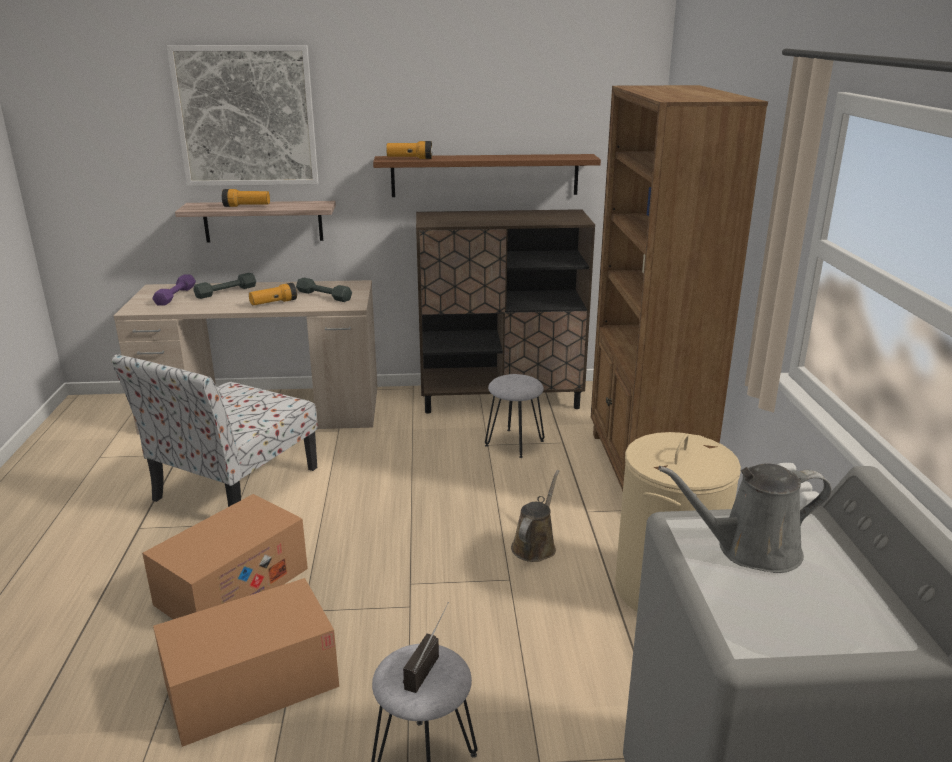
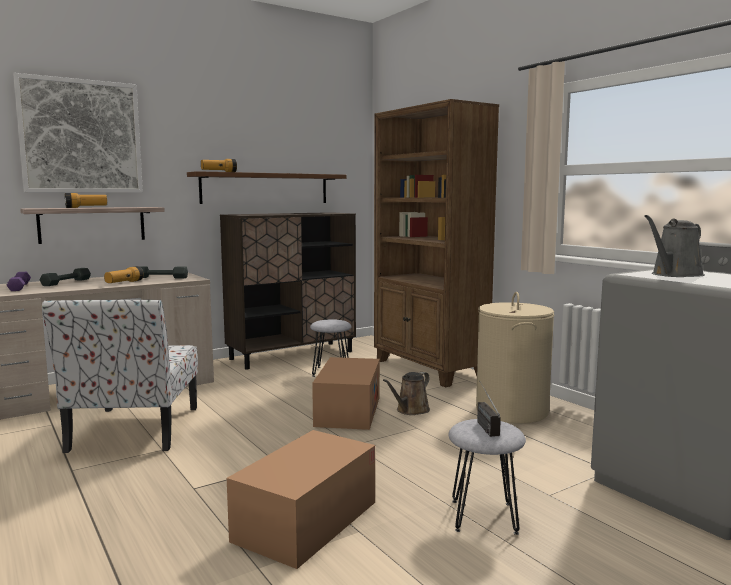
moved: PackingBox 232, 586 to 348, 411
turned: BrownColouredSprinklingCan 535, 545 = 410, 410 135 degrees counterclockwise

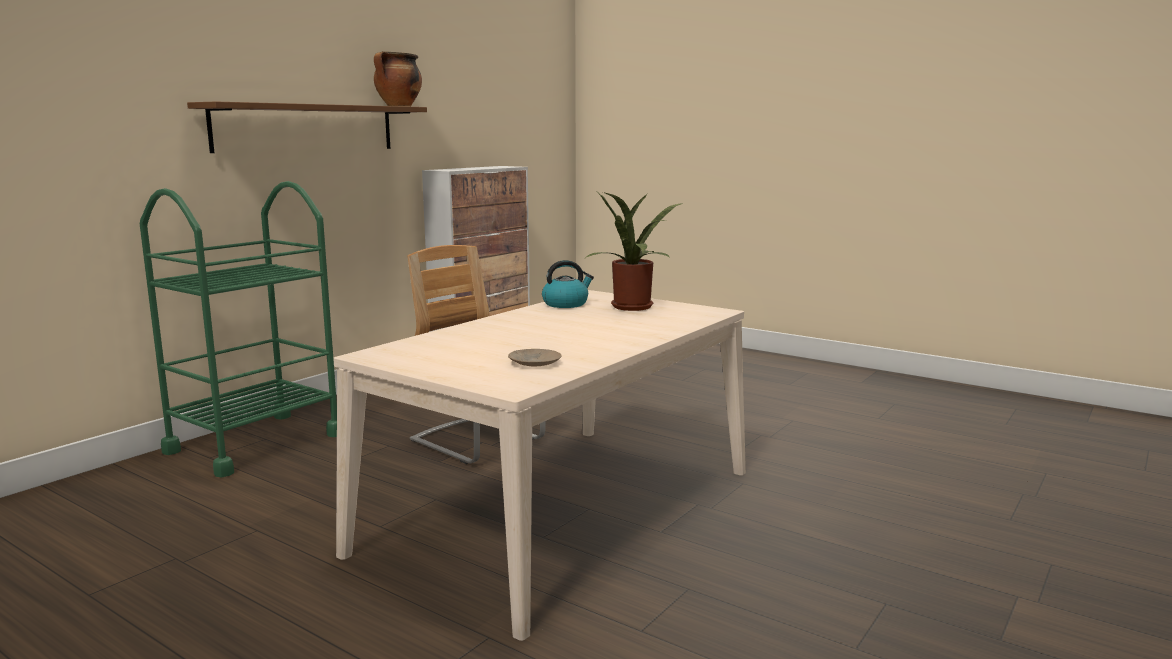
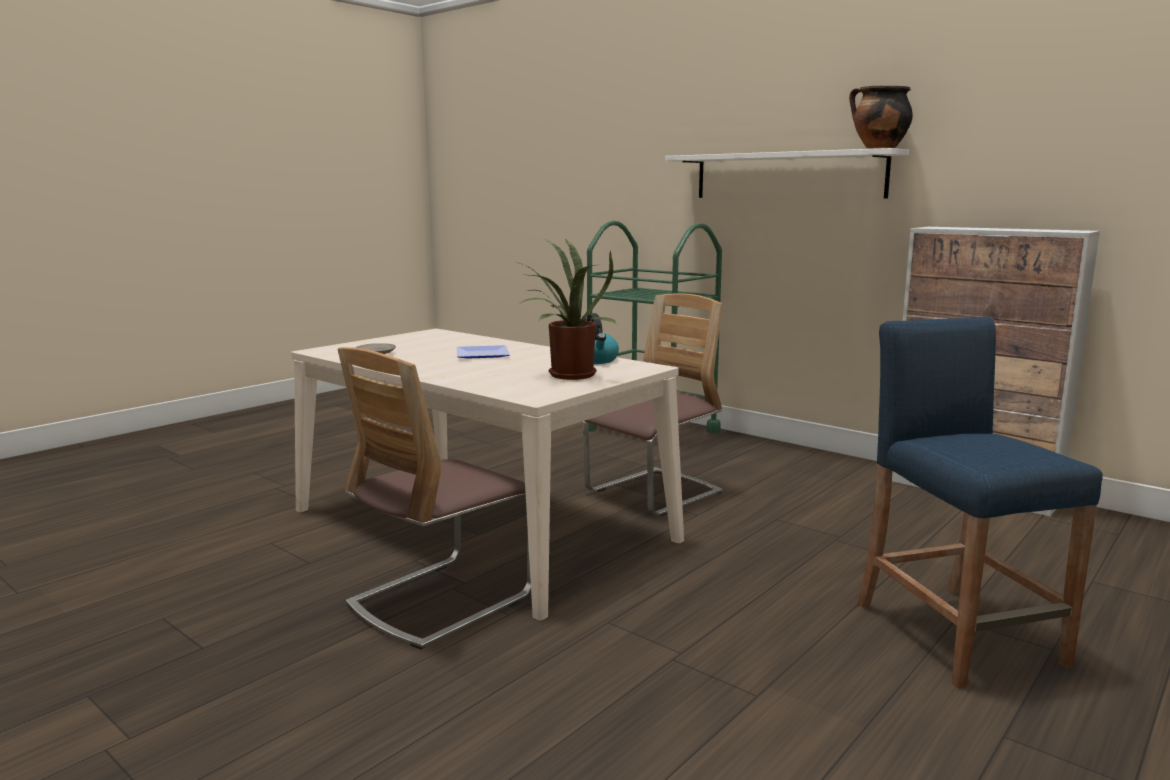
added: UprightChair 441, 600; Plate 484, 355; BluishSittingStool 957, 633
recoloured: BrownColouredBracketShelf 306, 128 to WhitishBracketShelf 787, 176

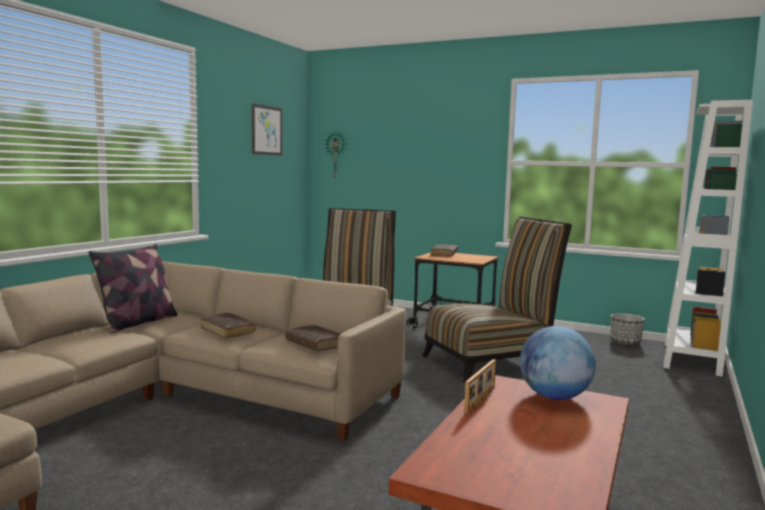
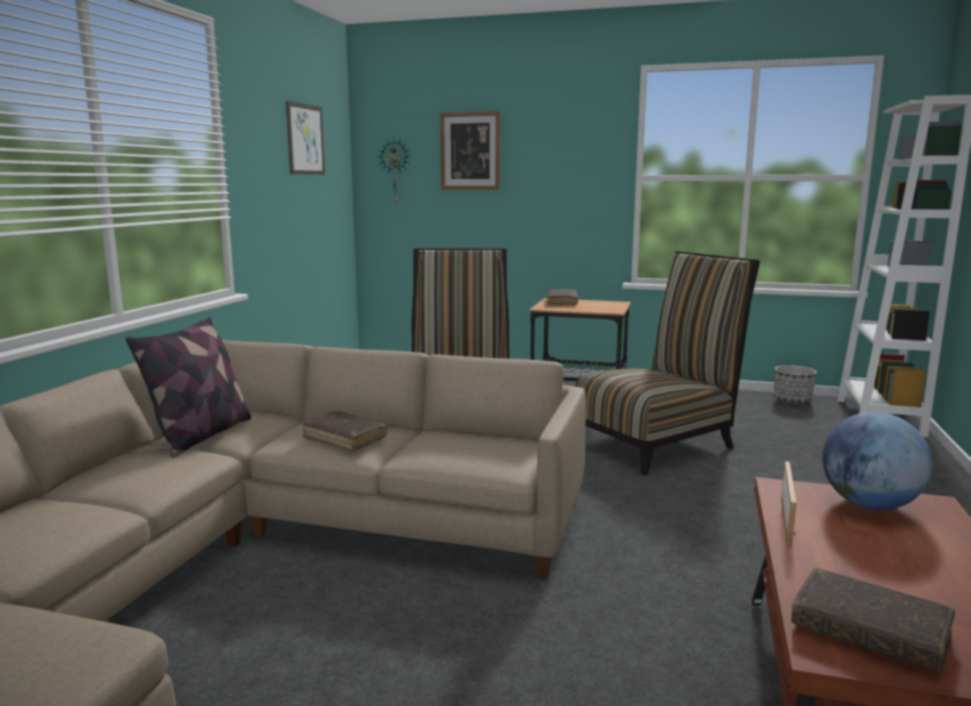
added: WallArt 470, 151
moved: BrownColouredBook 314, 344 to 869, 632

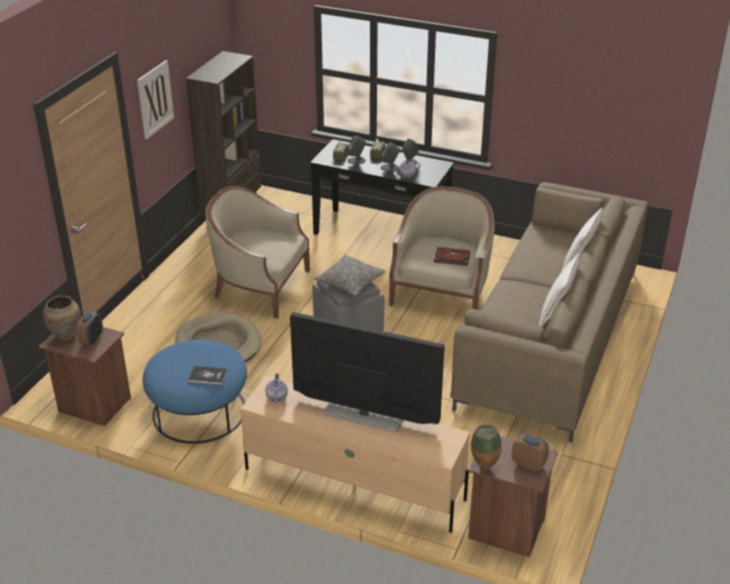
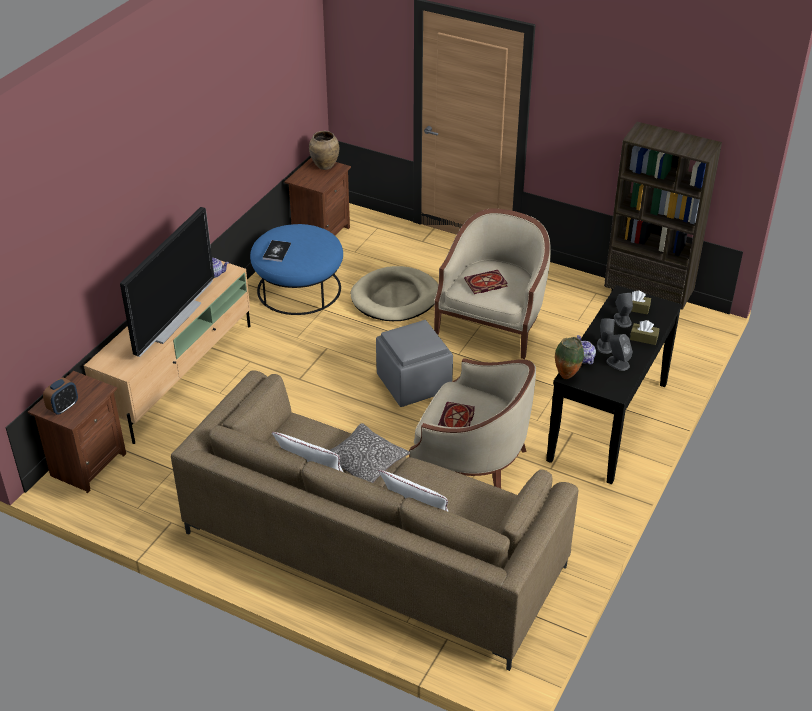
removed: BedsideClock 92, 339; WallArt 155, 99
added: Book 485, 284
moved: Cushion 350, 282 to 365, 462; DecorativeVase 483, 466 to 566, 376

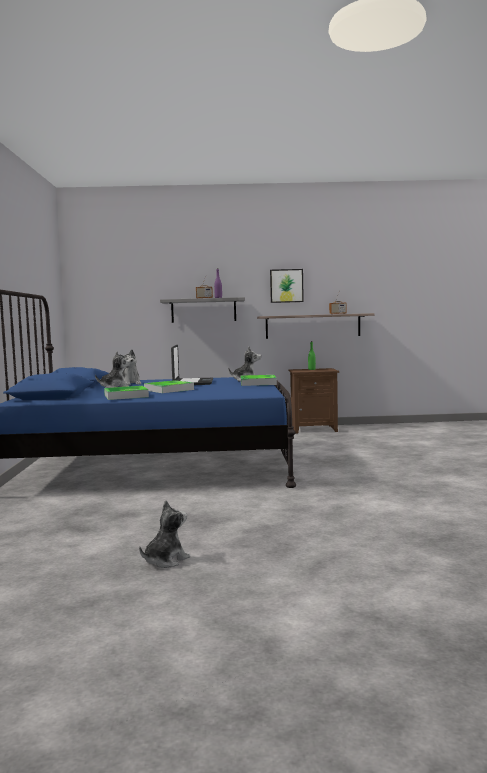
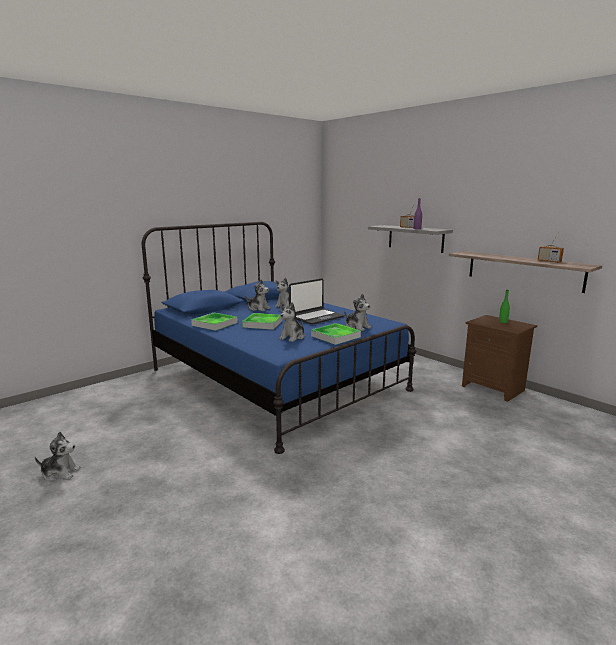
removed: WallArt 286, 286
added: CuddlyToy 292, 337

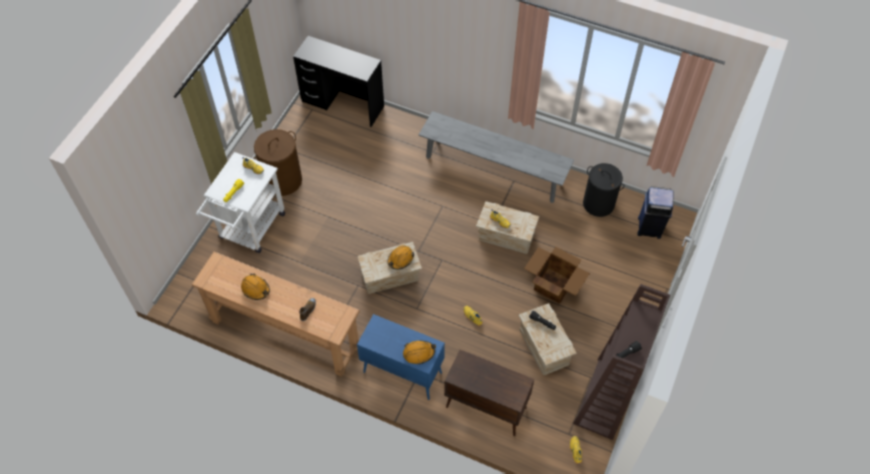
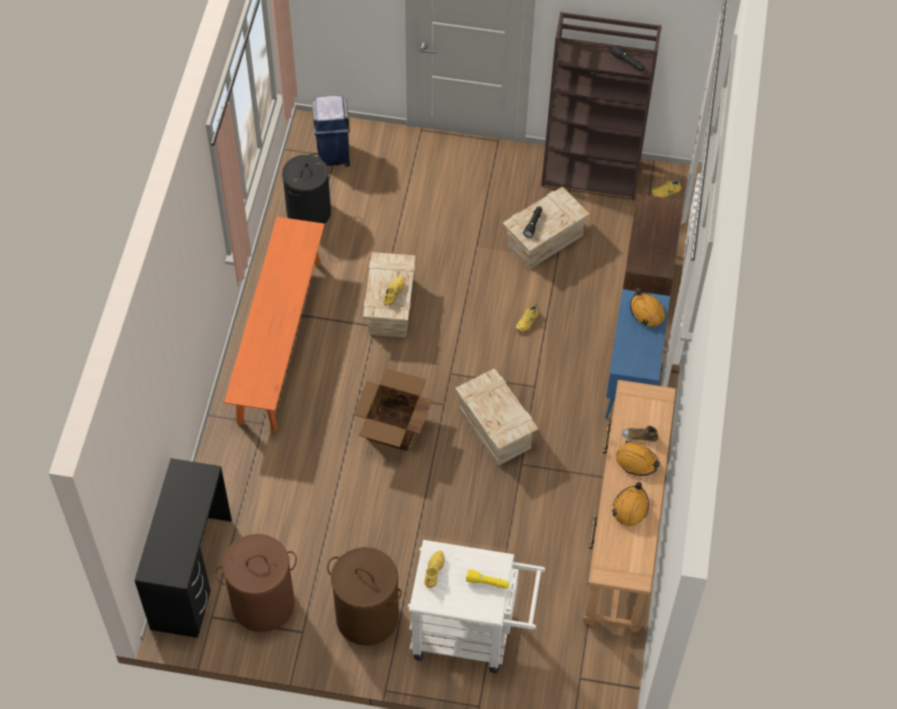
added: BrownColouredWashingBasket 263, 604
moved: OrangeColouredSafetyHelmet 400, 259 to 636, 461; PackingBox 553, 285 to 393, 428
recoloured: GreyIndoorBench 493, 170 to OrangeColouredIndoorBench 279, 341

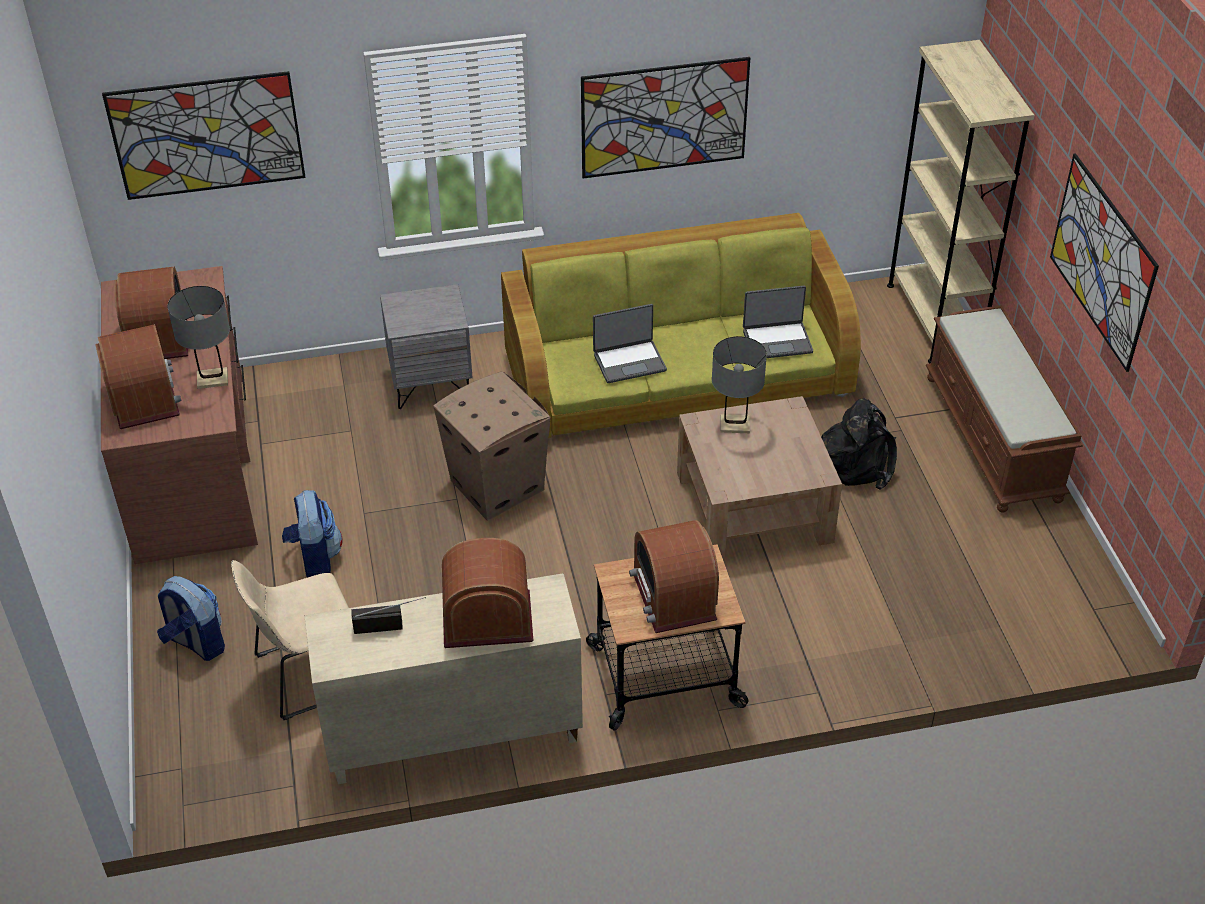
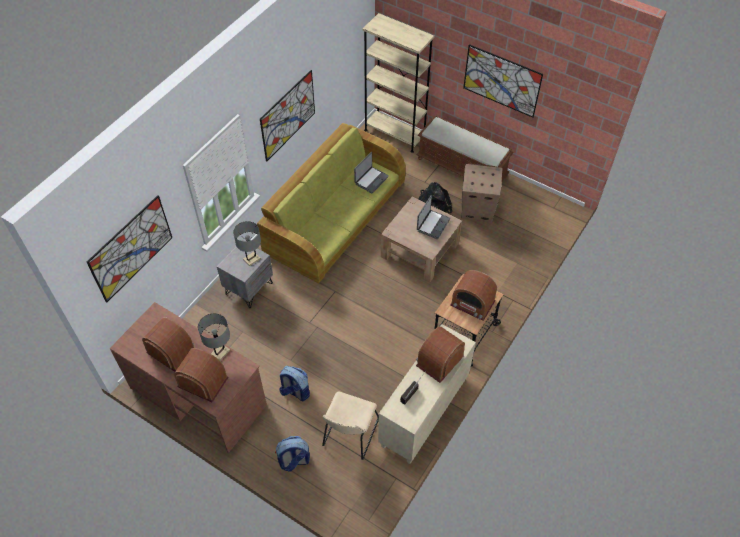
moved: PackingBox 496, 484 to 477, 209; Laptop 629, 361 to 432, 224; GreyTabletopLamp 735, 425 to 251, 259

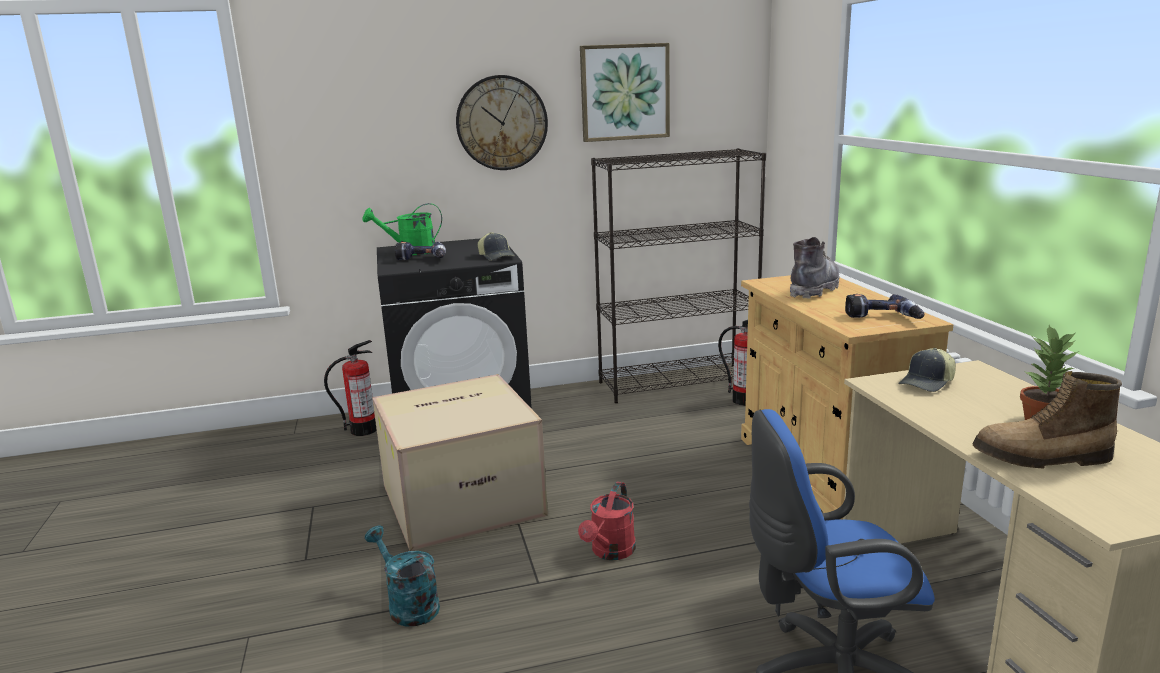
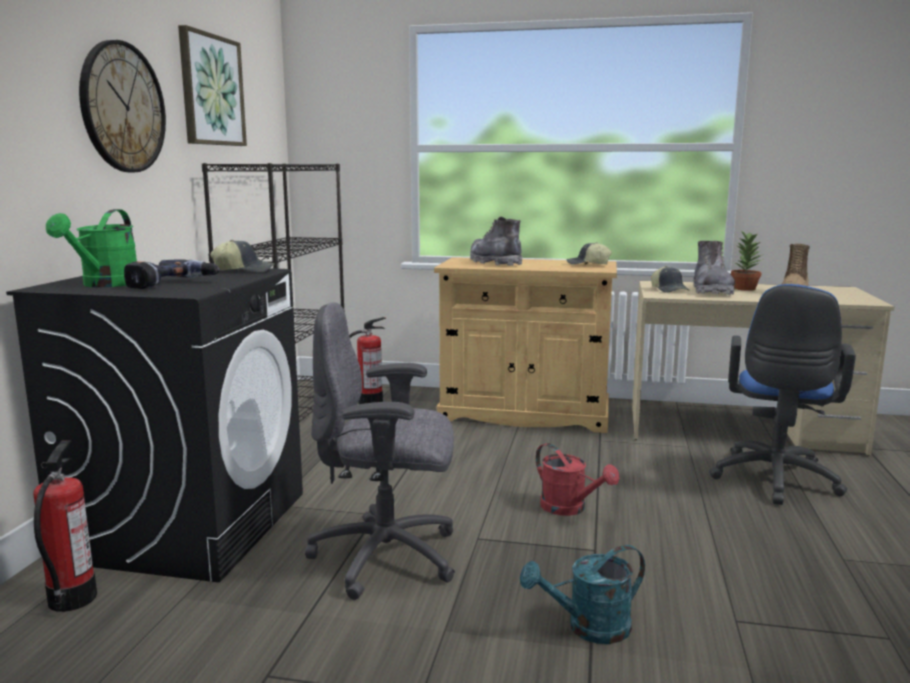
added: GreyTallBoot 711, 291
replaced: PackingBox 463, 498 to GreyComputerChair 388, 557; Drill 882, 319 to BaseballCap 587, 265

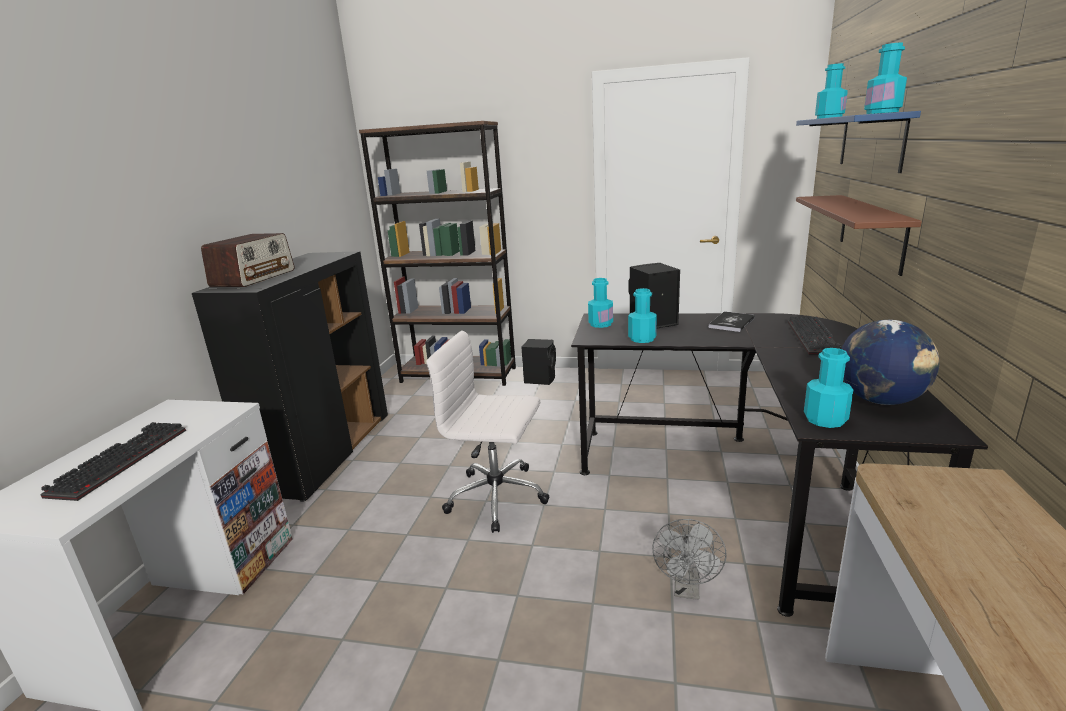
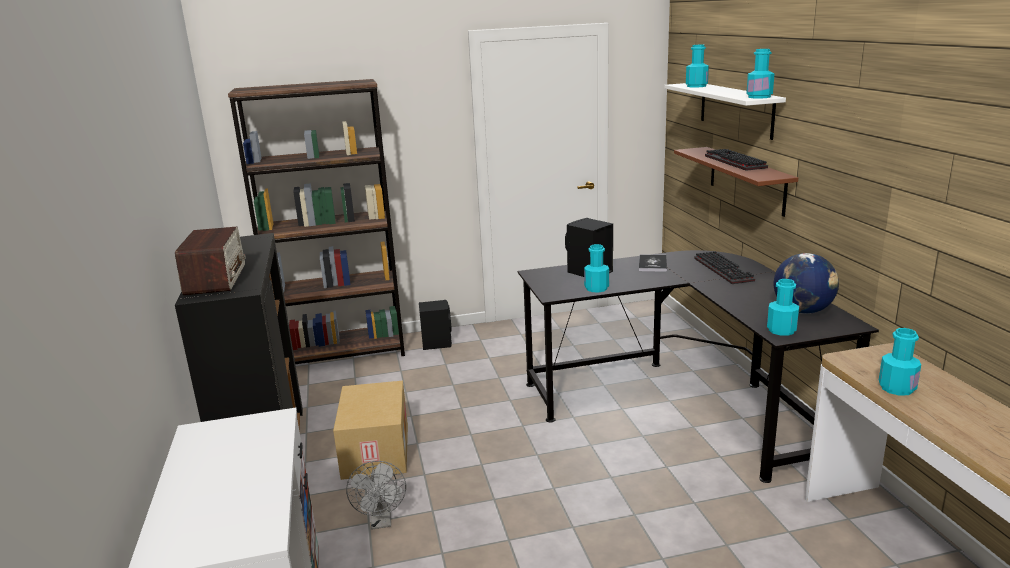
removed: WhitishComputerChair 498, 497
added: PackingBox 374, 451
moved: ComputerKeyboard 121, 460 to 732, 162; TurquoiseColouredDrinkBottle 600, 324 to 896, 388; GreyElectricFan 687, 589 to 381, 521
recoloured: BluishBracketShelf 871, 141 to WhitishBracketShelf 735, 109

